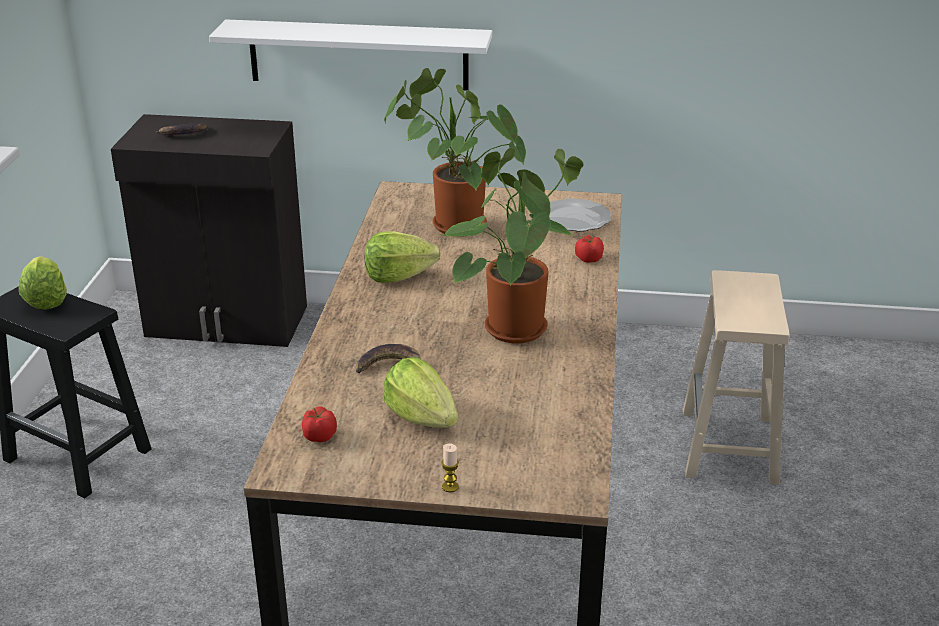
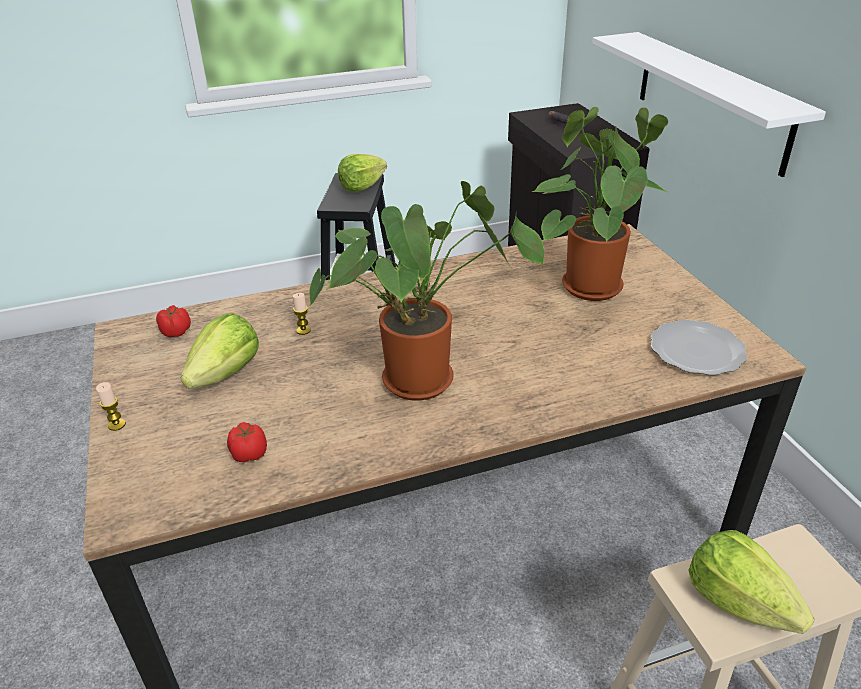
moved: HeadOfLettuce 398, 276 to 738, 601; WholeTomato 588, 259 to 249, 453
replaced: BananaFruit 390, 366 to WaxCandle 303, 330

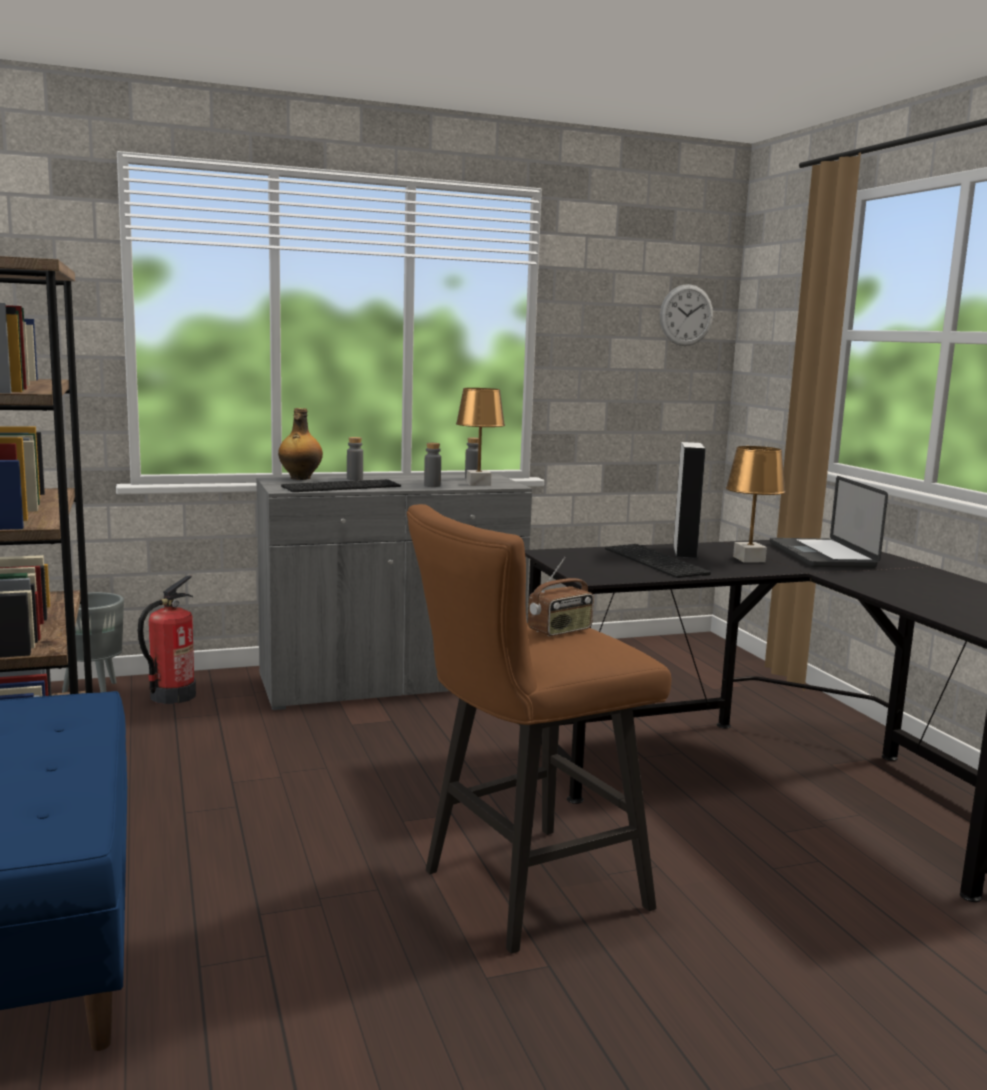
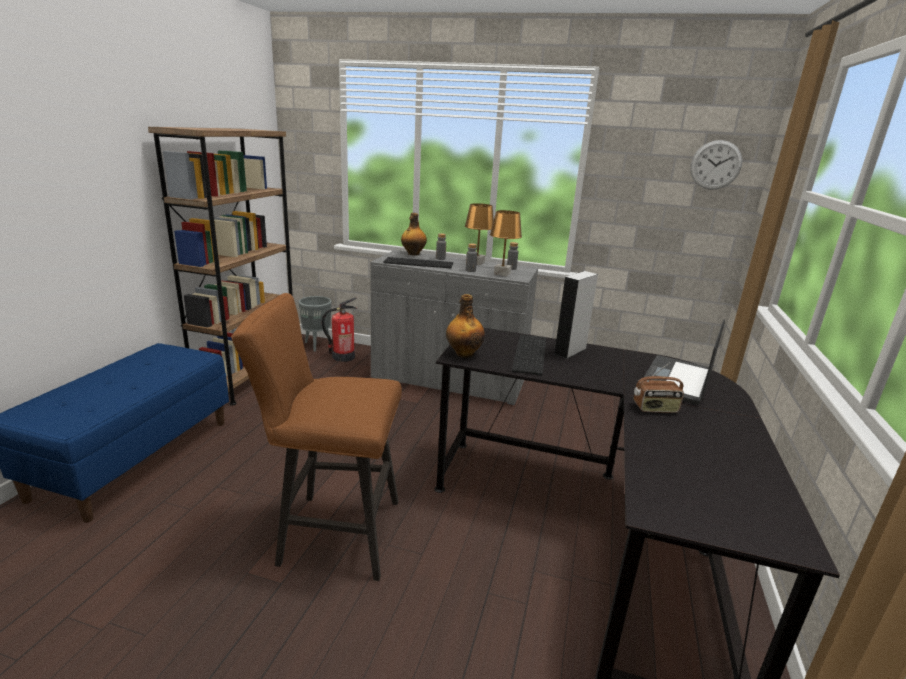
added: DrinkBottle 464, 354
moved: Radio 560, 631 to 655, 409; BrownColouredTabletopLamp 748, 559 to 476, 263

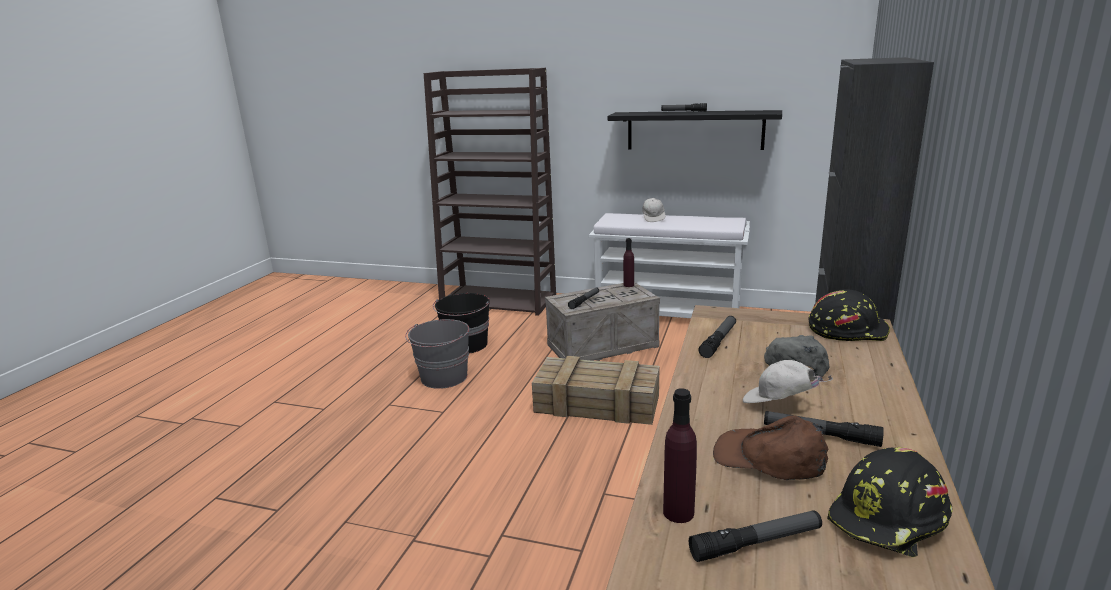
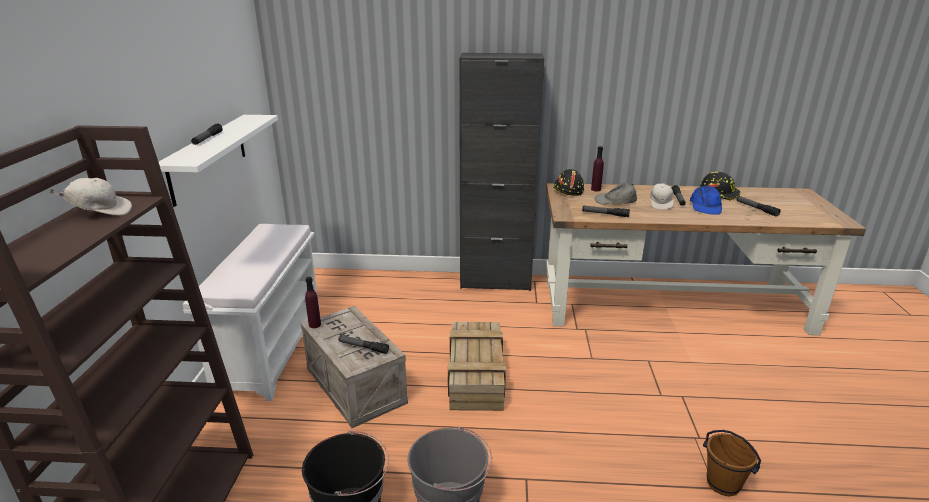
added: BrownColouredBucket 723, 484
moved: WhitishBaseballCap 653, 218 to 100, 212; PurpleDrinkBottle 678, 512 to 596, 189
recoloured: BlackishBracketShelf 694, 130 to WhitishBracketShelf 208, 157; BrownColouredBaseballCap 769, 458 to BluishBaseballCap 705, 206

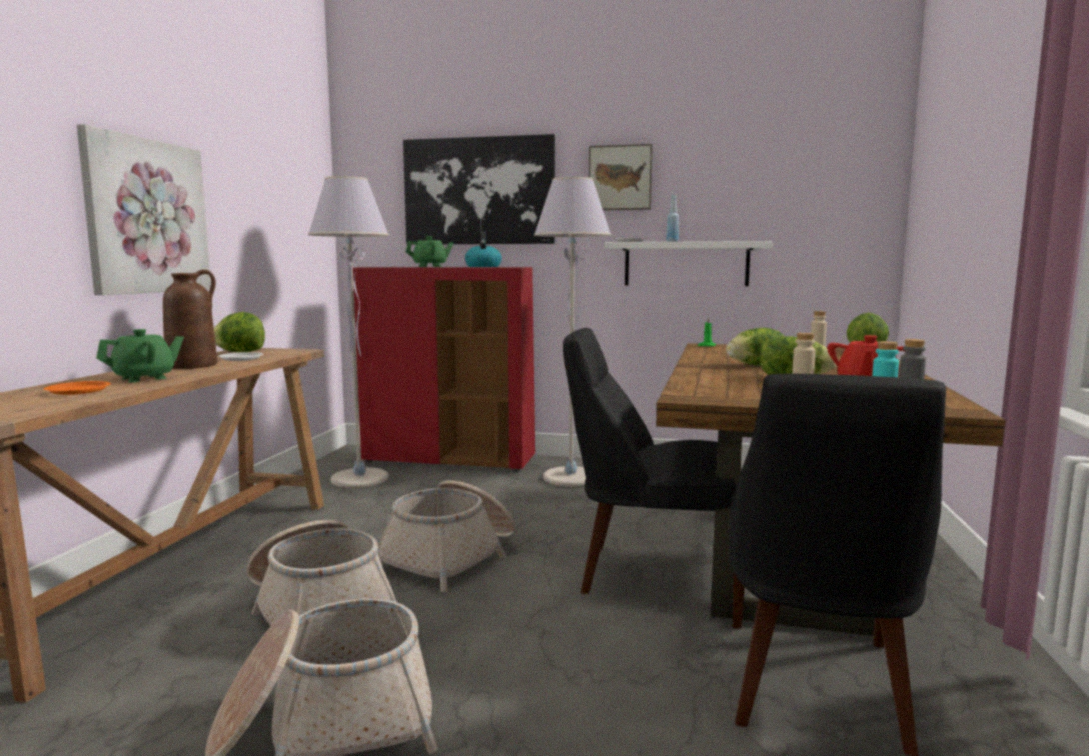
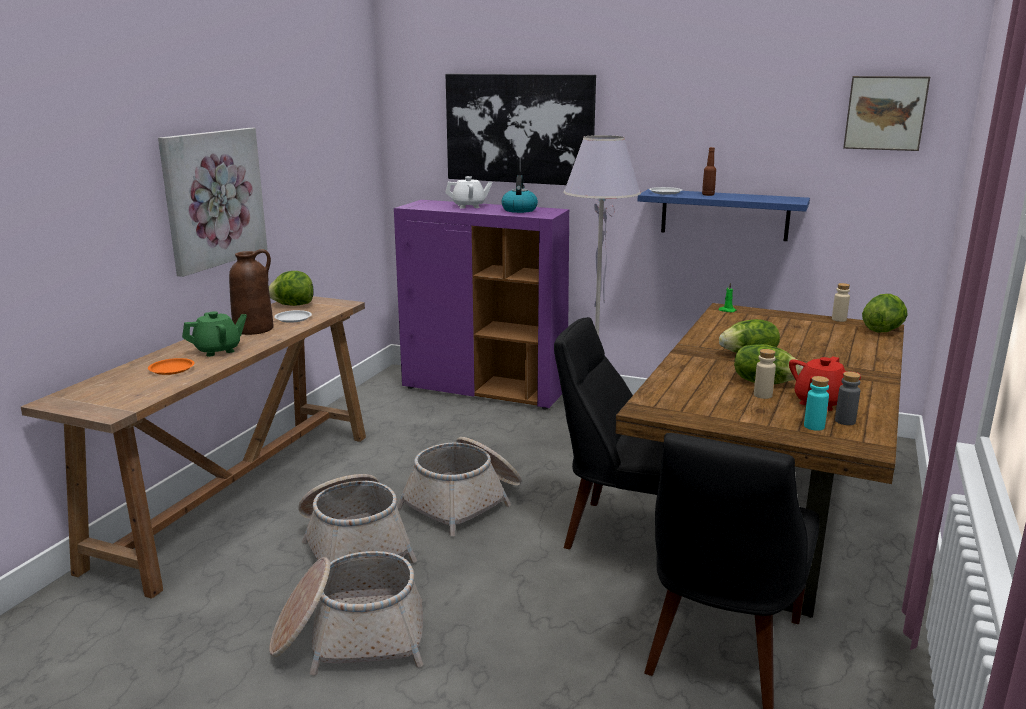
removed: GreyStandardLamp 360, 480
moved: WallArt 620, 178 to 885, 113
recoloured: ReddishCabinet 450, 460 to PurpleCabinet 485, 390; GreenTeaPot 430, 266 to WhitishTeaPot 469, 206; WhitishBracketShelf 686, 264 to BluishBracketShelf 724, 214; BluishDrinkBottle 672, 241 to BrownColouredDrinkBottle 708, 195

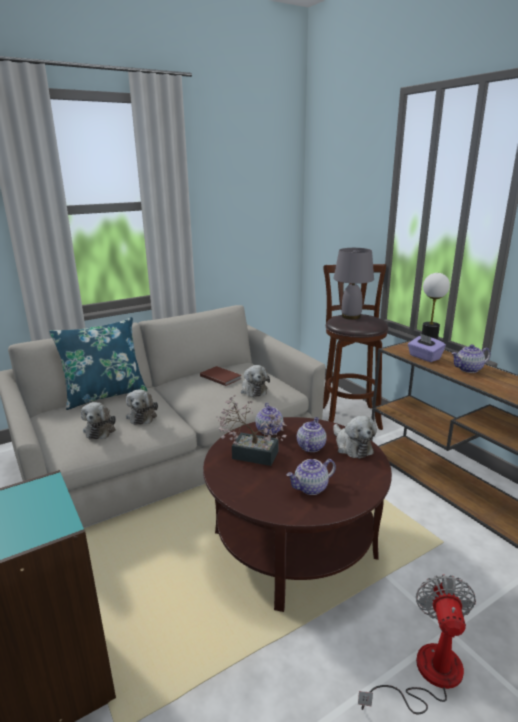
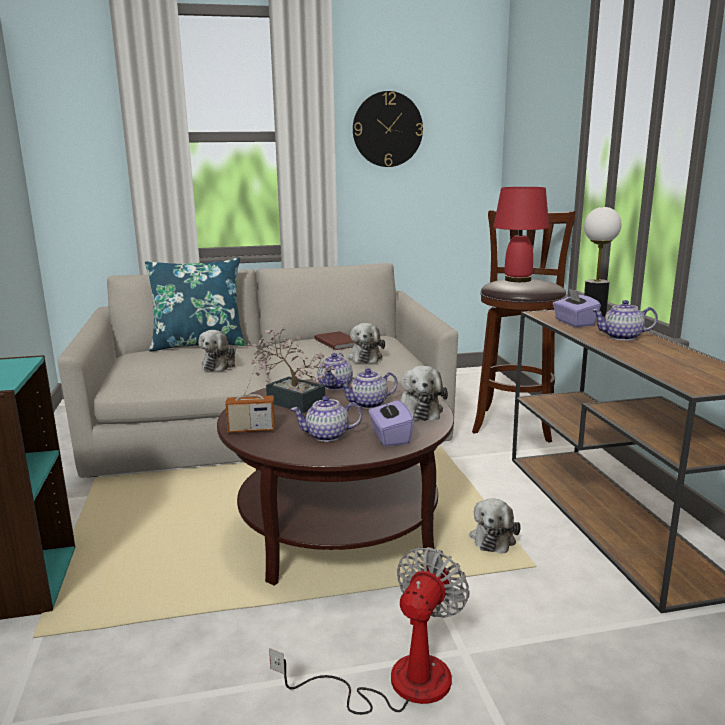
added: Radio 251, 429; WallClock 387, 129; PurpleTissueHolder 390, 437
moved: CuddlyToy 100, 429 to 493, 538
recoloured: GreyTabletopLamp 351, 316 to ReddishTabletopLamp 518, 280
turned: TeaPot 310, 446 = 368, 404 150 degrees counterclockwise

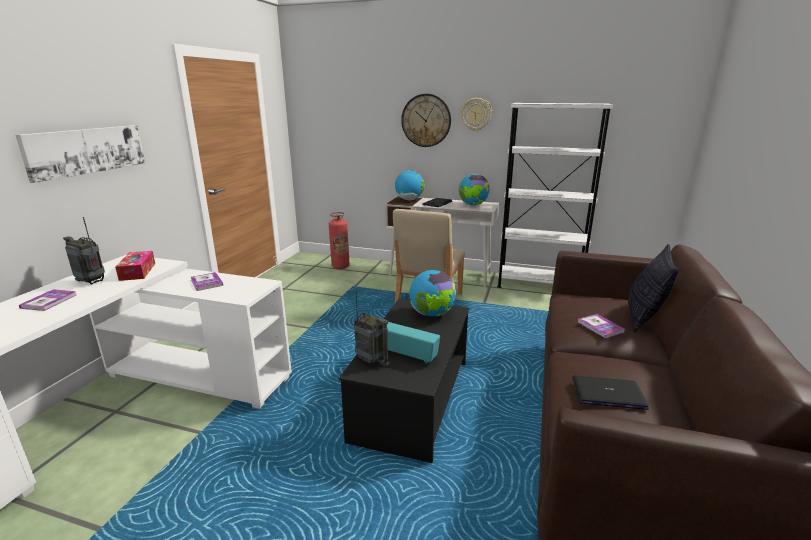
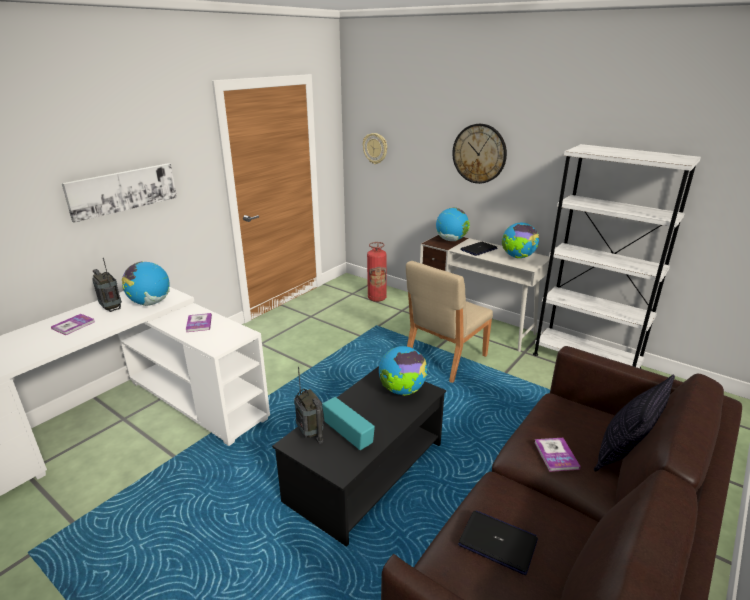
moved: WallClock 476, 114 to 375, 148
replaced: TissueHolder 137, 271 to WorldGlobe 150, 303

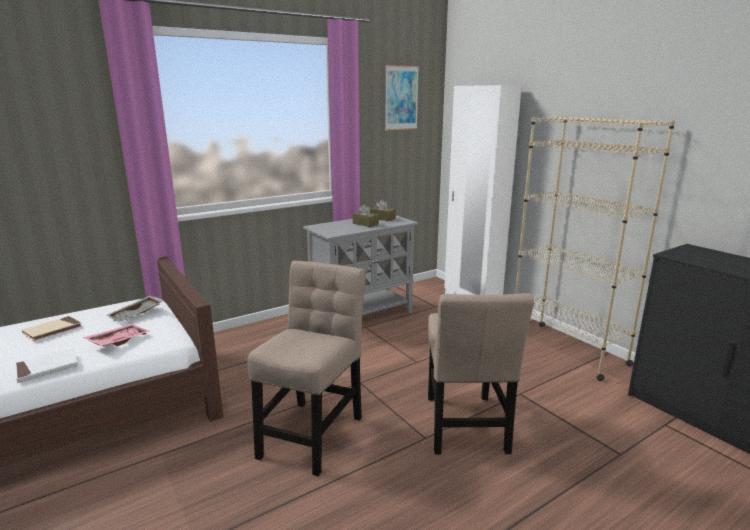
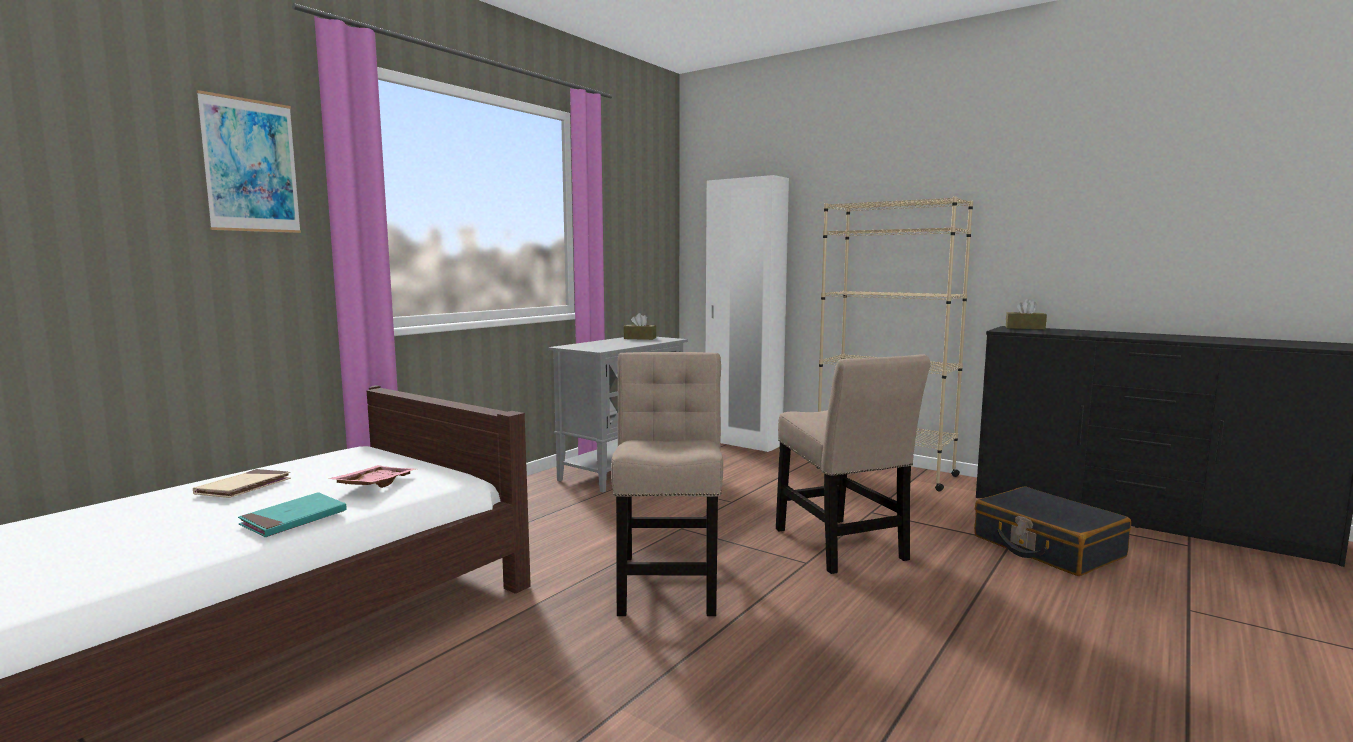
removed: GreyCarryingTray 136, 315
added: BlackishTravelCase 1046, 547
moved: BrownColouredTissueHolder 365, 224 to 1025, 328; WallArt 401, 98 to 251, 166
recoloured: WhitishBook 47, 367 to TurquoiseColouredBook 294, 519

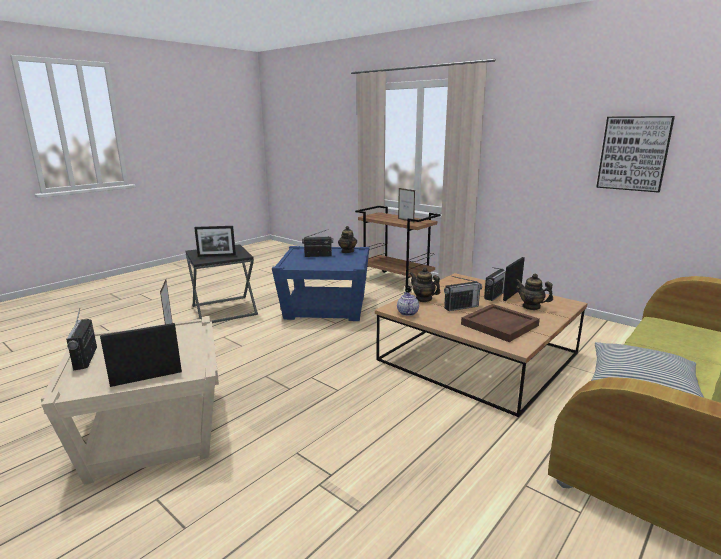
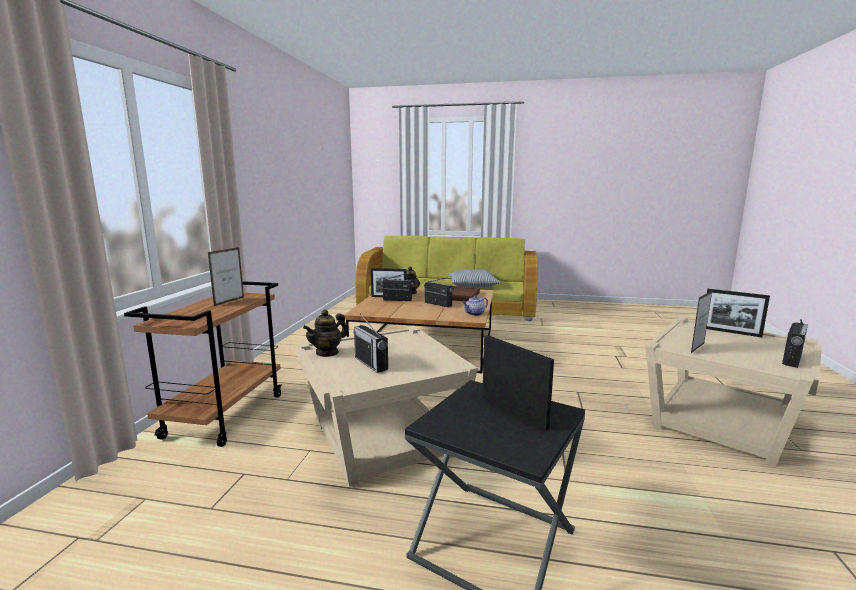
removed: TeaPot 423, 299; WallArt 633, 153
recoloured: BluishAccentTable 325, 308 to SandColouredAccentTable 383, 437

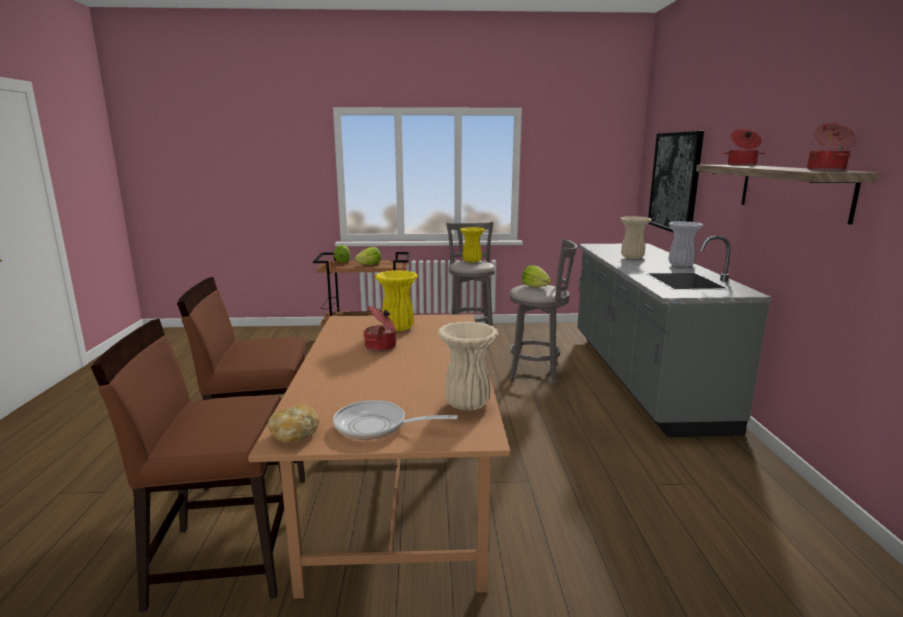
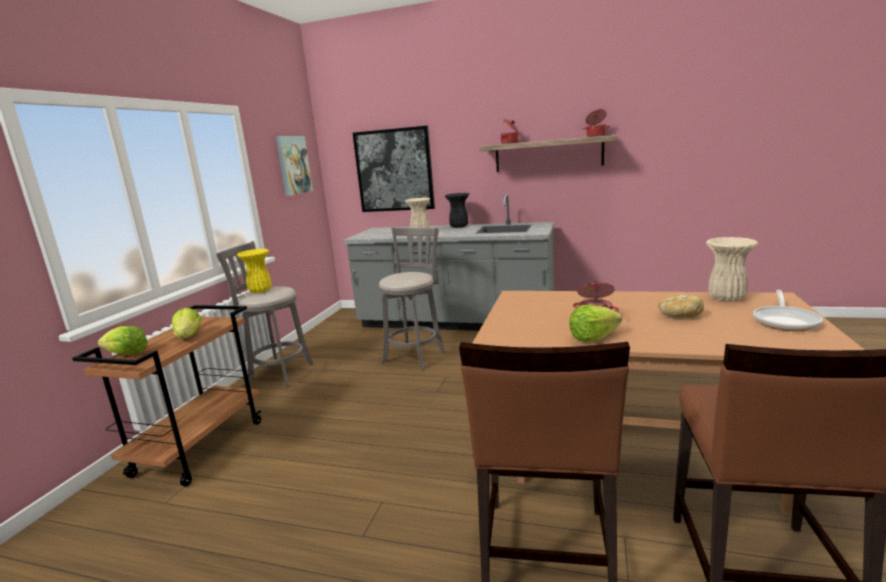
removed: YellowDecorativeVase 397, 328
added: WallArt 293, 165
moved: Bread 295, 434 to 679, 316; HeadOfLettuce 535, 286 to 593, 338
recoloured: WhitishDecorativeVase 681, 265 to BlackishDecorativeVase 459, 227

